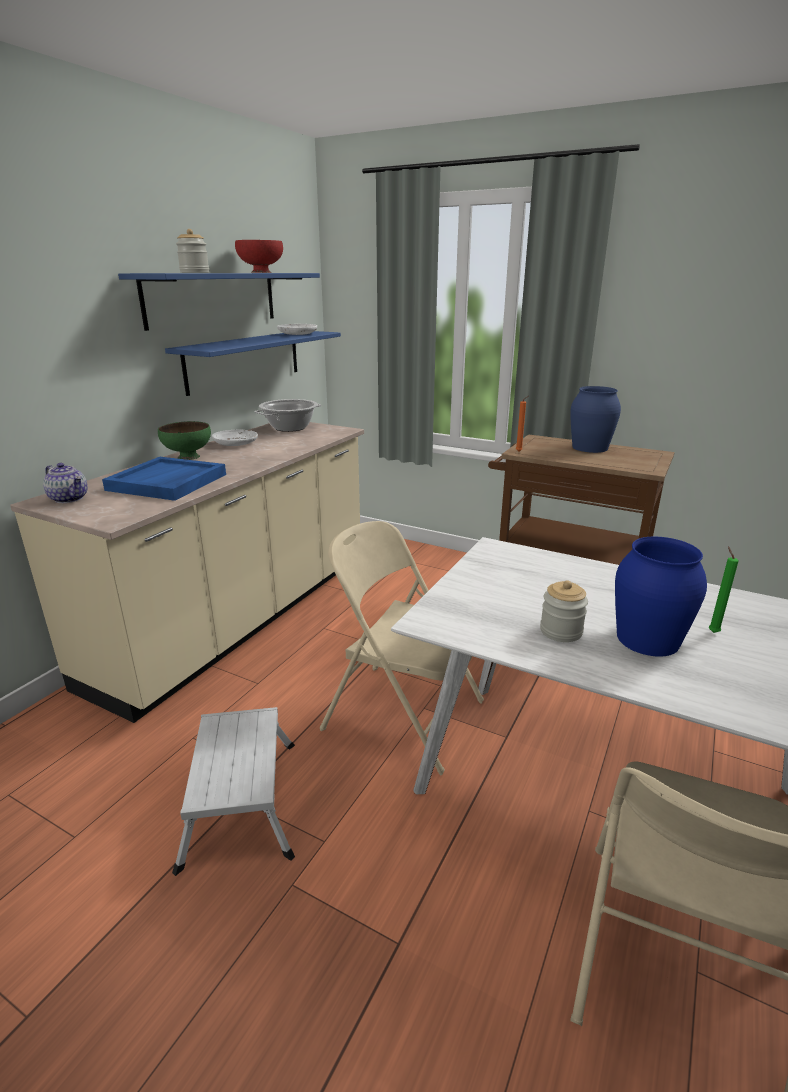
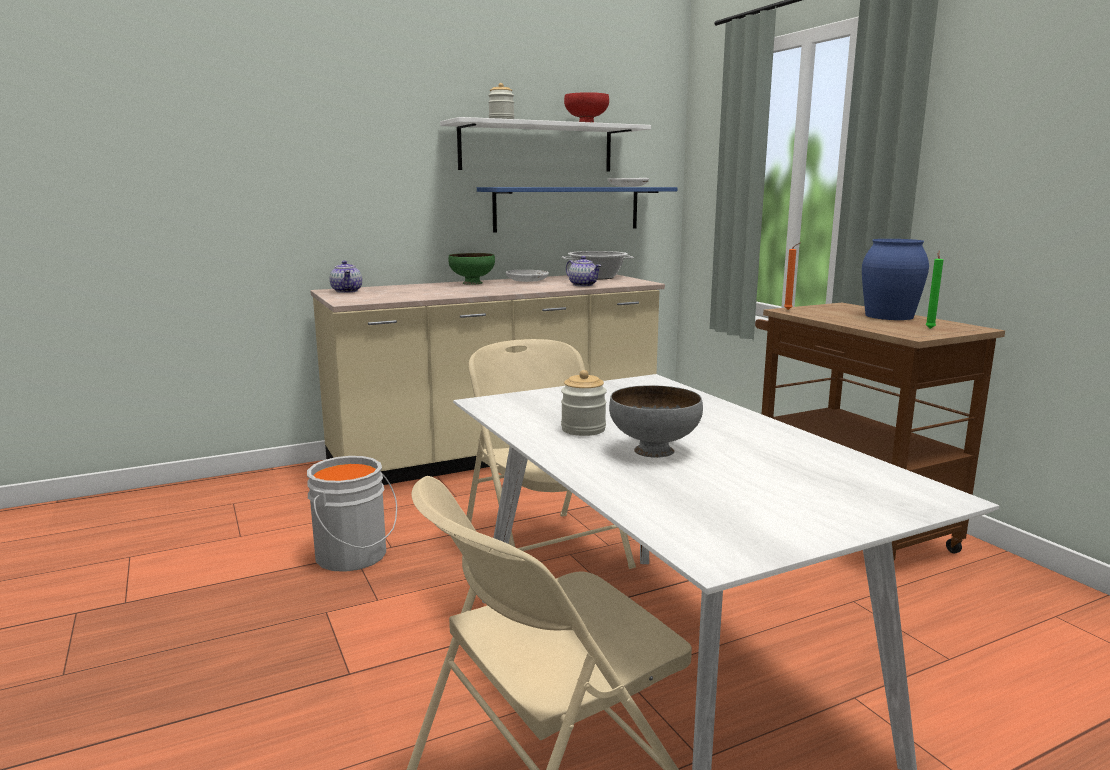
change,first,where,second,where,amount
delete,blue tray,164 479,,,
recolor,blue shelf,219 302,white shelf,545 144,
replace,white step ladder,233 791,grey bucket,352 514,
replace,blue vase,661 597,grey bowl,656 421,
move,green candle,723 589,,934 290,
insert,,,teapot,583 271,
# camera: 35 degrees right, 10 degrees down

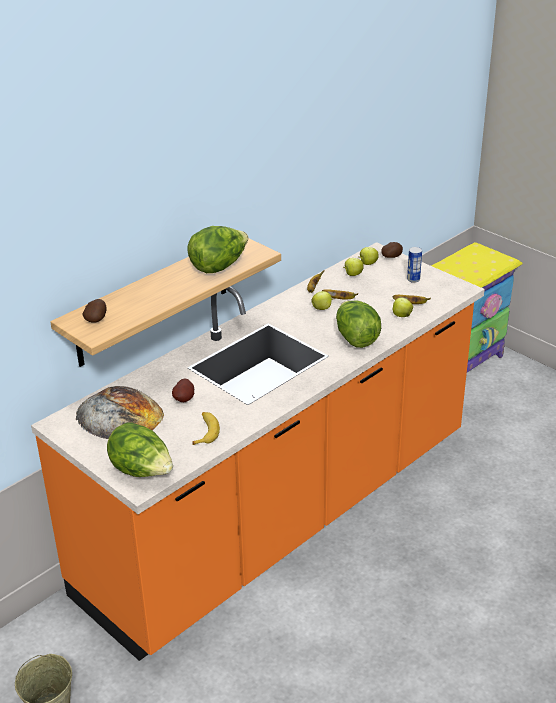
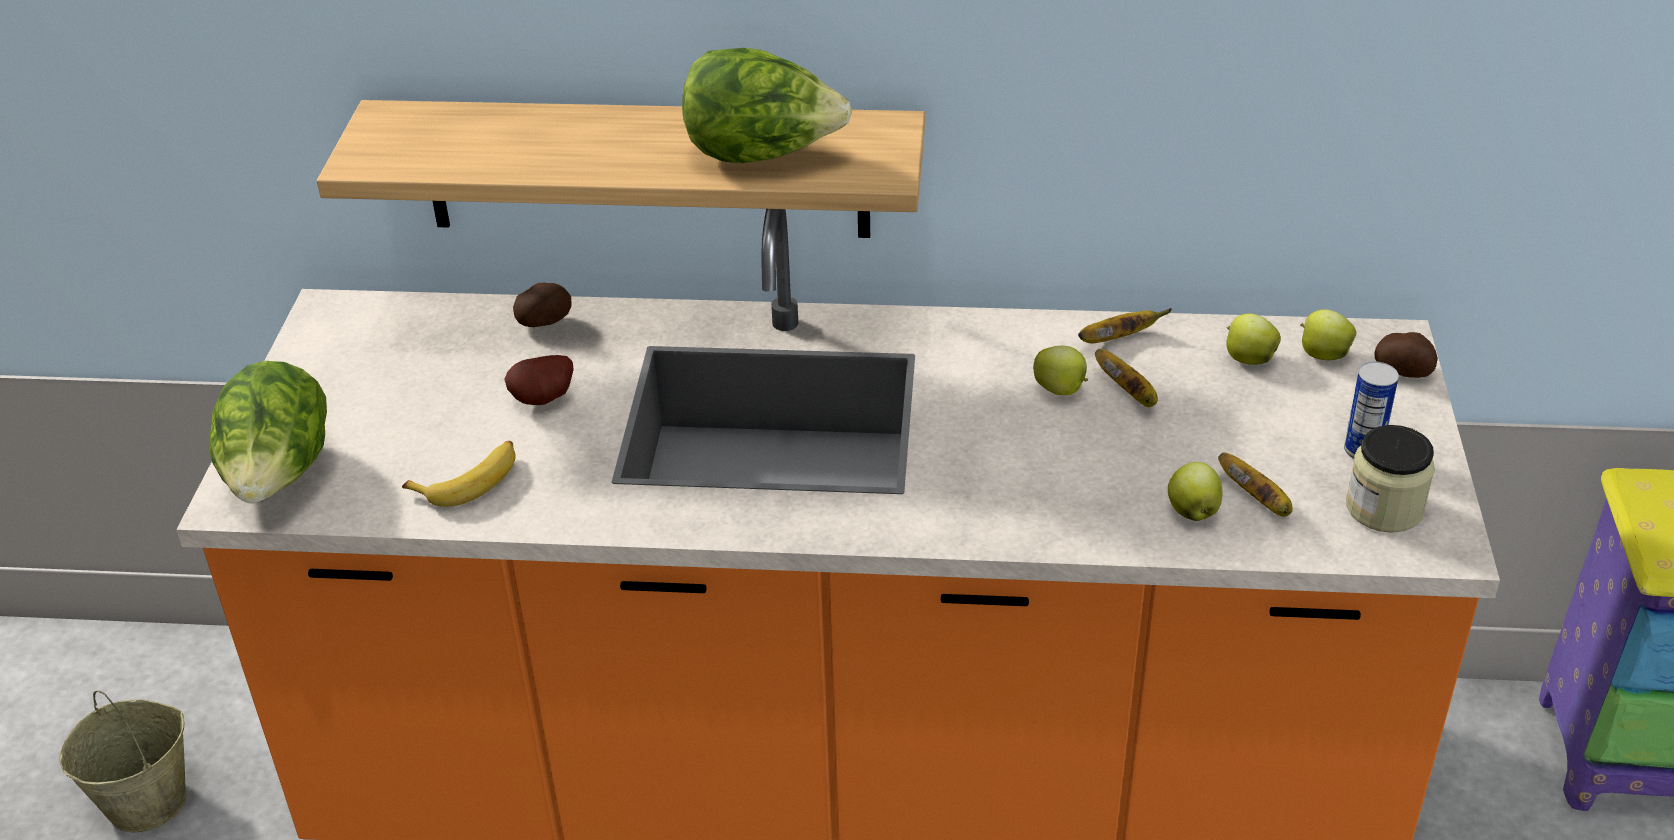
change,first,where,second,where,amount
delete,bread,120 412,,,
move,potato,94 310,,542 305,
delete,lettuce,358 324,,,
insert,,,jar,1390 479,
# camera: 50 degrees right, 5 degrees up

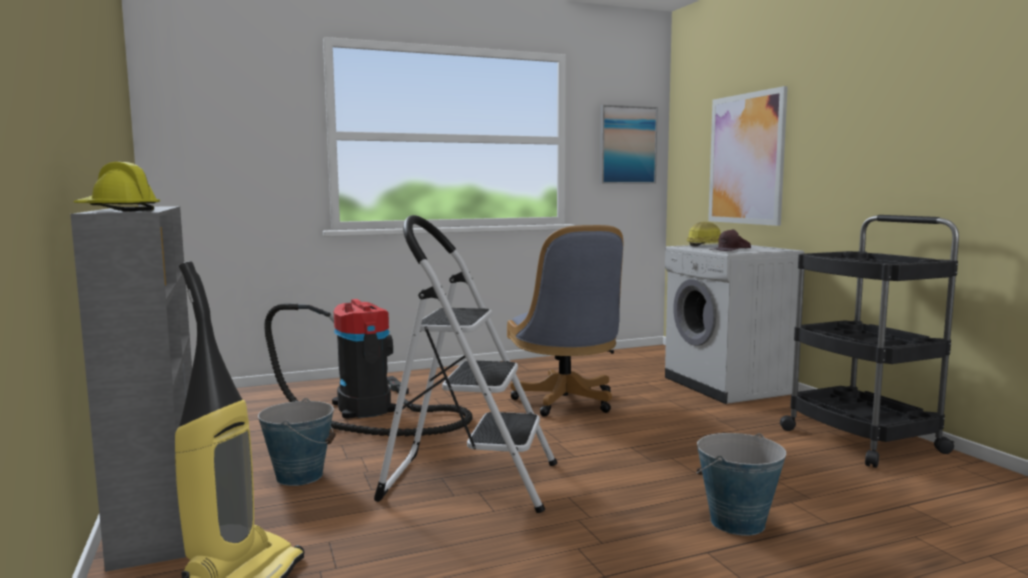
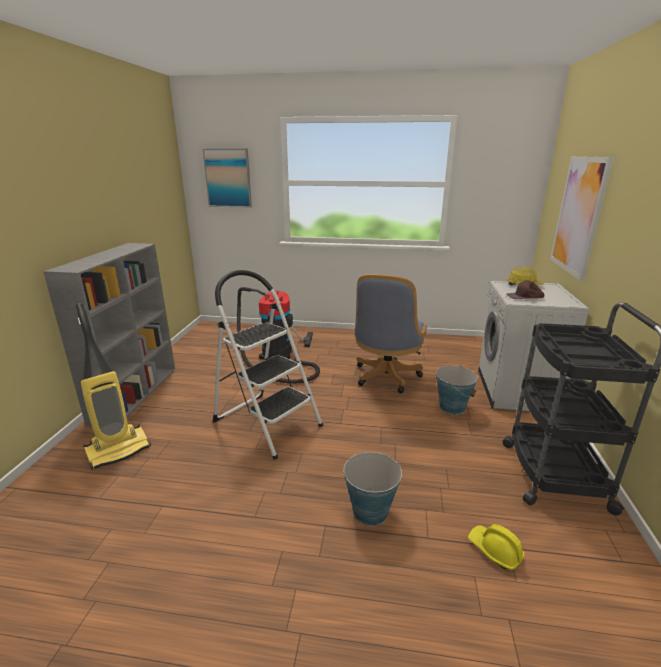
change,first,where,second,where,amount
move,yellow hard hat,117 186,,496 547,
move,bucket,297 442,,457 389,
move,picture,629 144,,227 178,
# camera: 30 degrees right, 15 degrees up

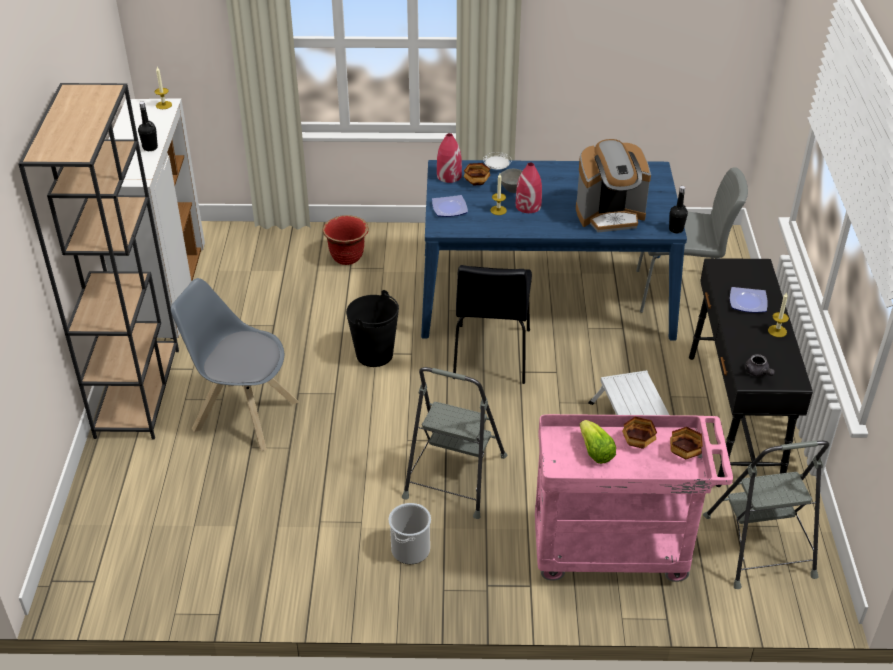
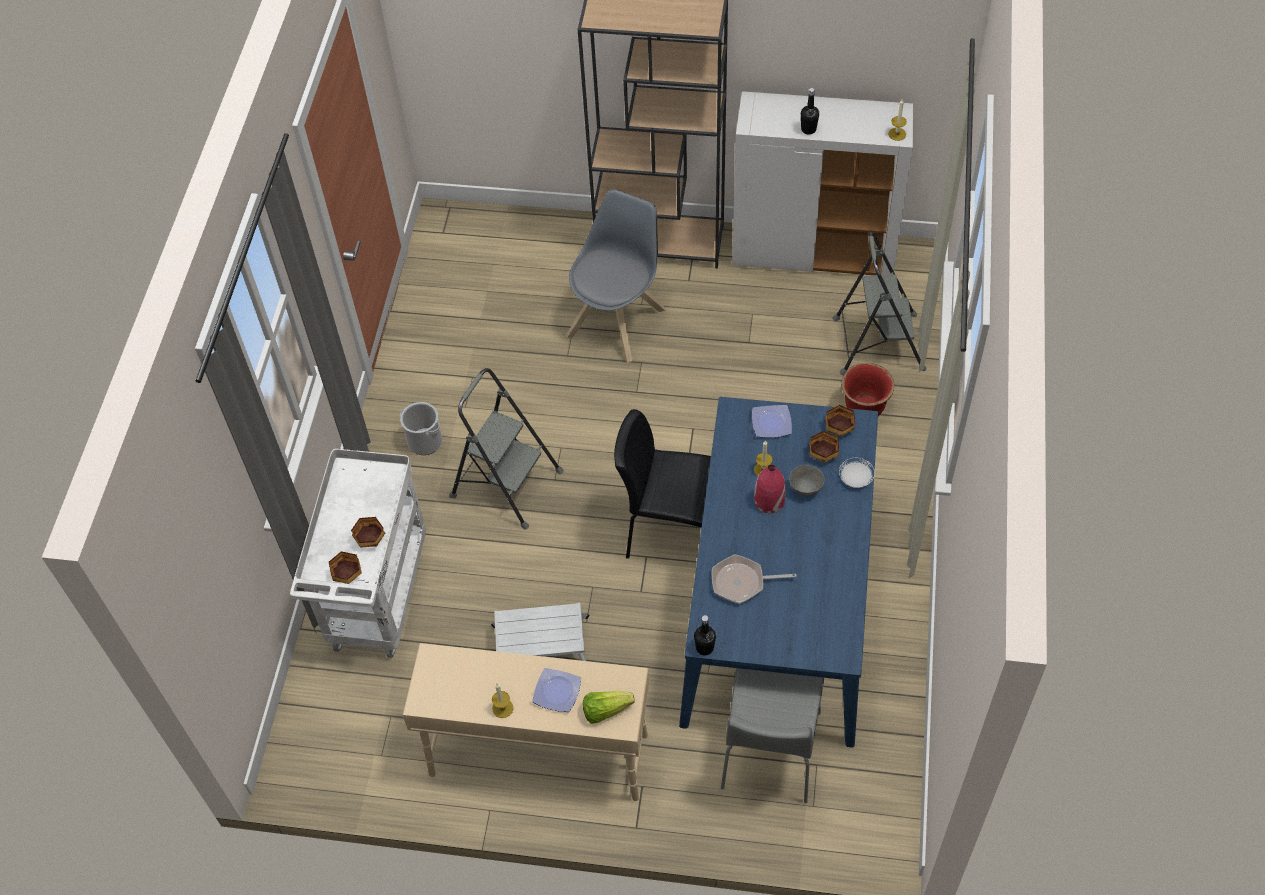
change,first,where,second,where,amount
delete,black bucket,372 328,,,
replace,red vase,449 158,bowl,840 420,
recolor,pink cart,634 498,white cart,358 553,
replace,coffee machine,613 185,frying pan,754 579,
move,lettuce,598 442,,609 707,
recolor,black console table,751 372,beige console table,525 722,
move,grey step ladder,766 515,,879 302,
delete,grey teapot,760 365,,,
# camera: 100 degrees right, 15 degrees up

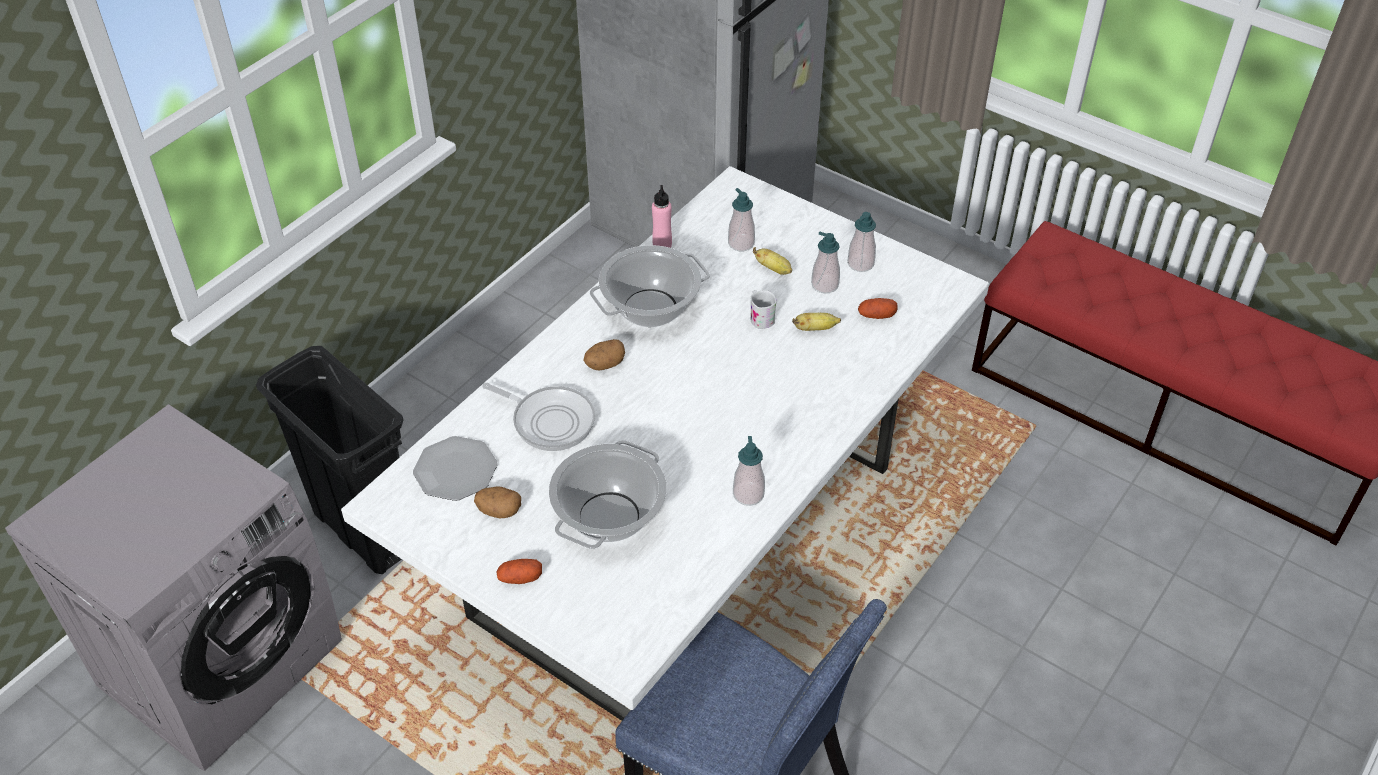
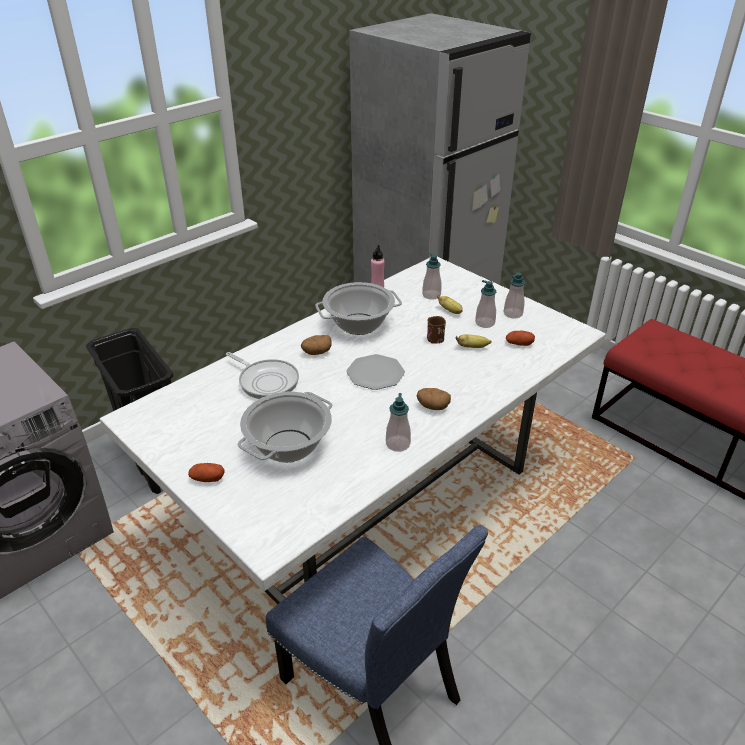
change,first,where,second,where,amount
move,plate,455 468,,375 372,
move,potato,497 502,,434 399,
recolor,white mug,763 309,brown mug,436 330,
# camera: 10 degrees right, 10 degrees down

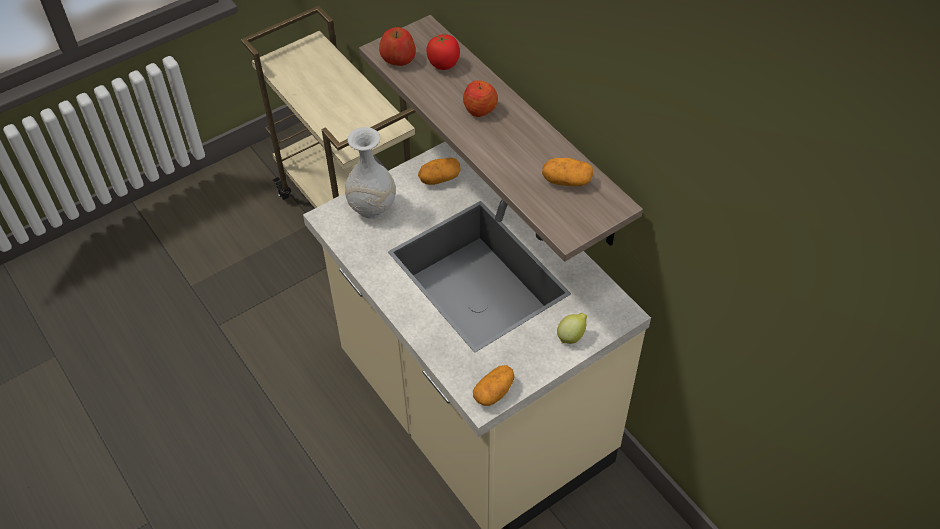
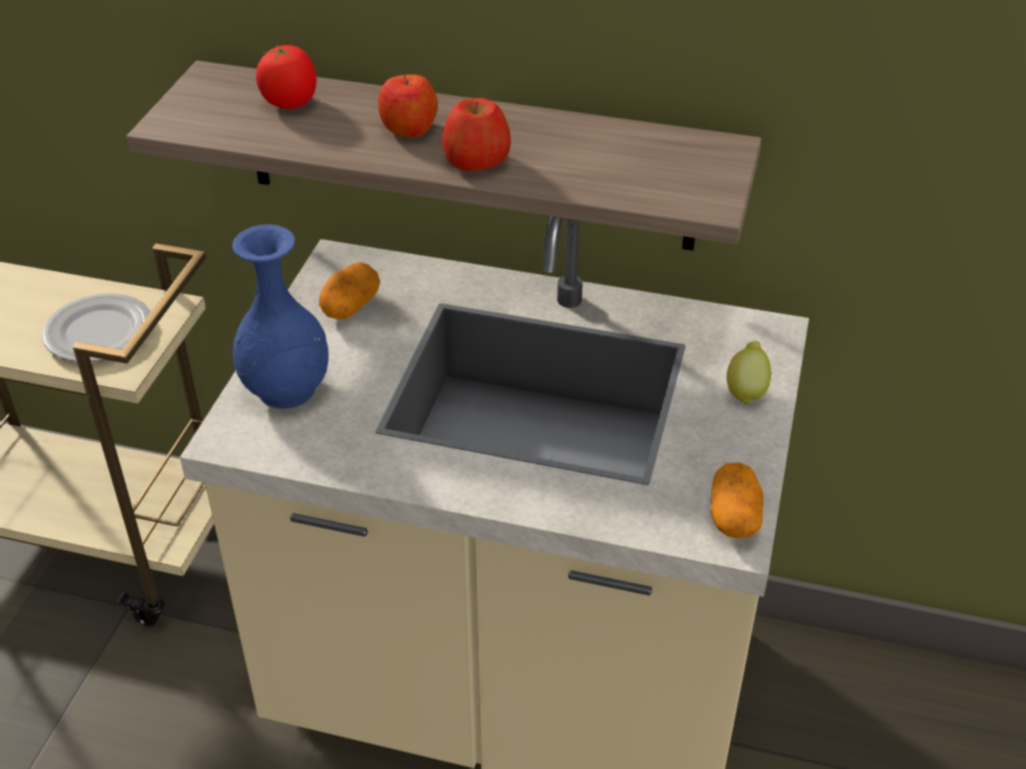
change,first,where,second,where,amount
recolor,white vase,370 173,blue vase,280 316,
move,apple,397 46,,476 134,
delete,potato,567 172,,,
insert,,,plate,96 327,
# camera: 40 degrees left, 10 degrees down

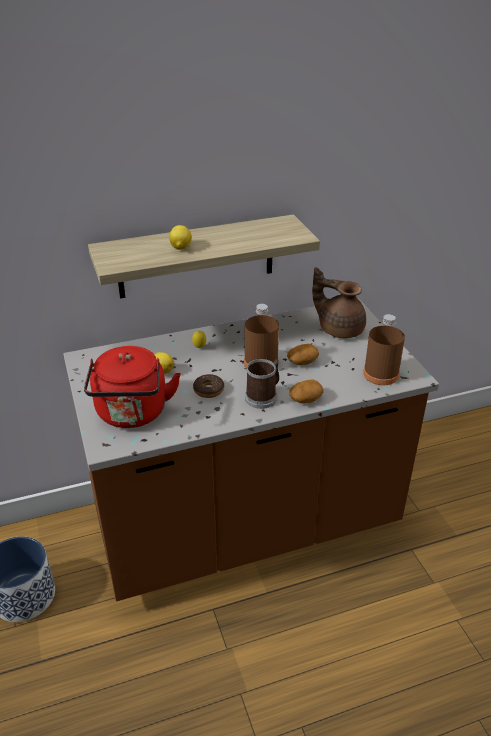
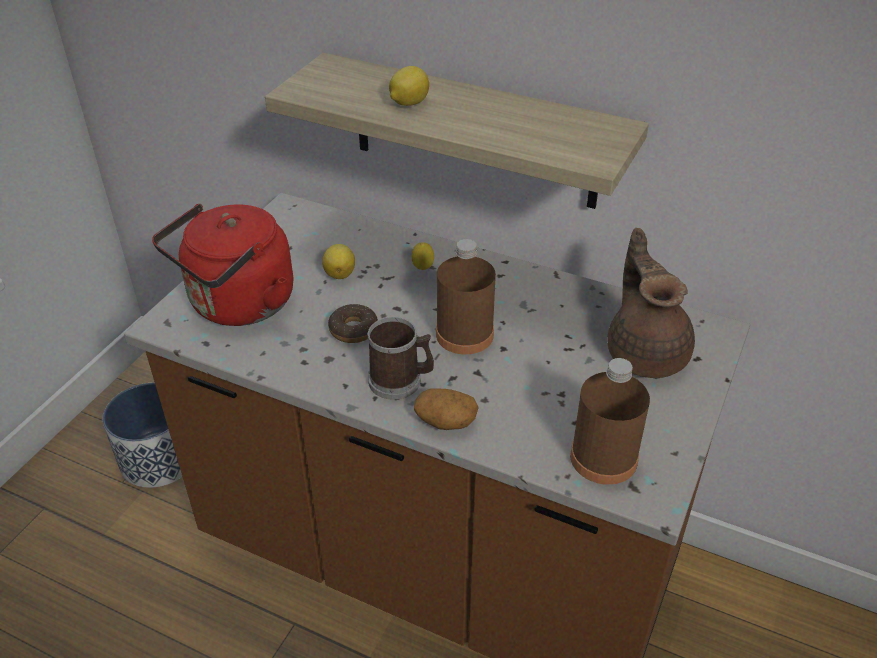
change,first,where,second,where,amount
delete,potato,303 354,,,
# camera: 45 degrees right, 5 degrees up

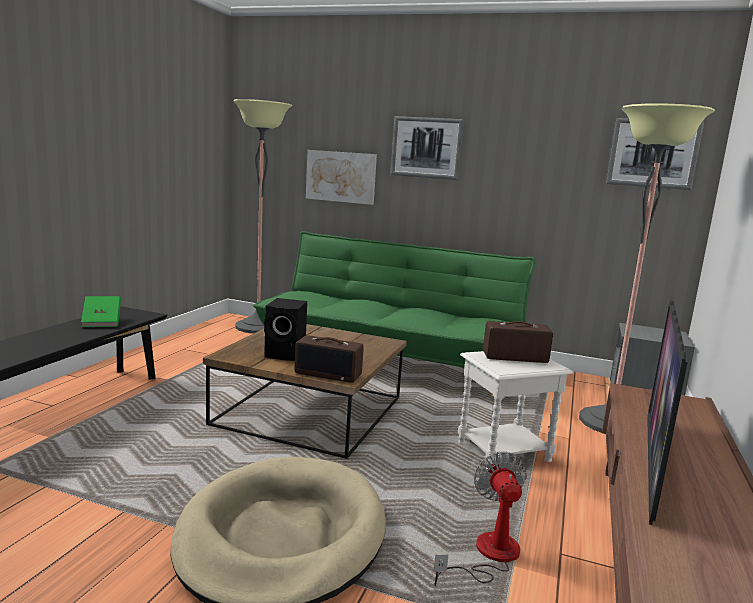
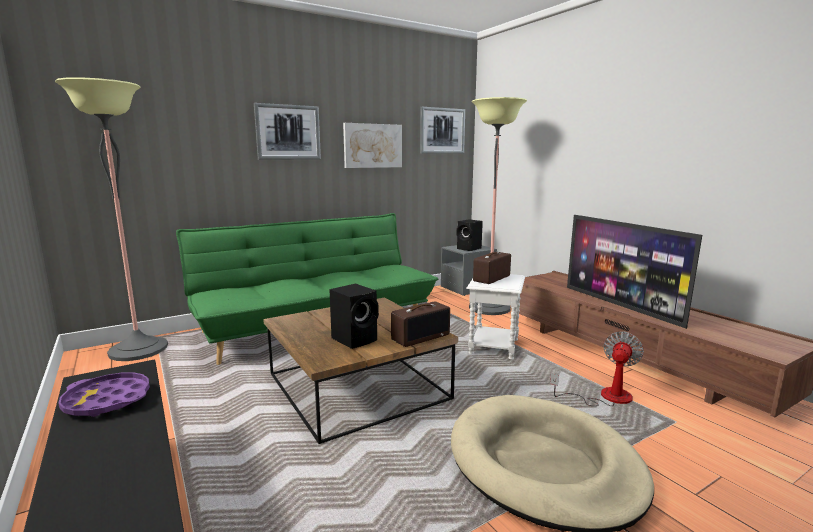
change,first,where,second,where,amount
replace,green book,101 311,purple tray,104 394,
move,picture,341 177,,372 145,
rotate,fan,480 519,,597 368,90 degrees clockwise
insert,,,black speaker,469 235,
# camera: 50 degrees left, 0 degrees up

